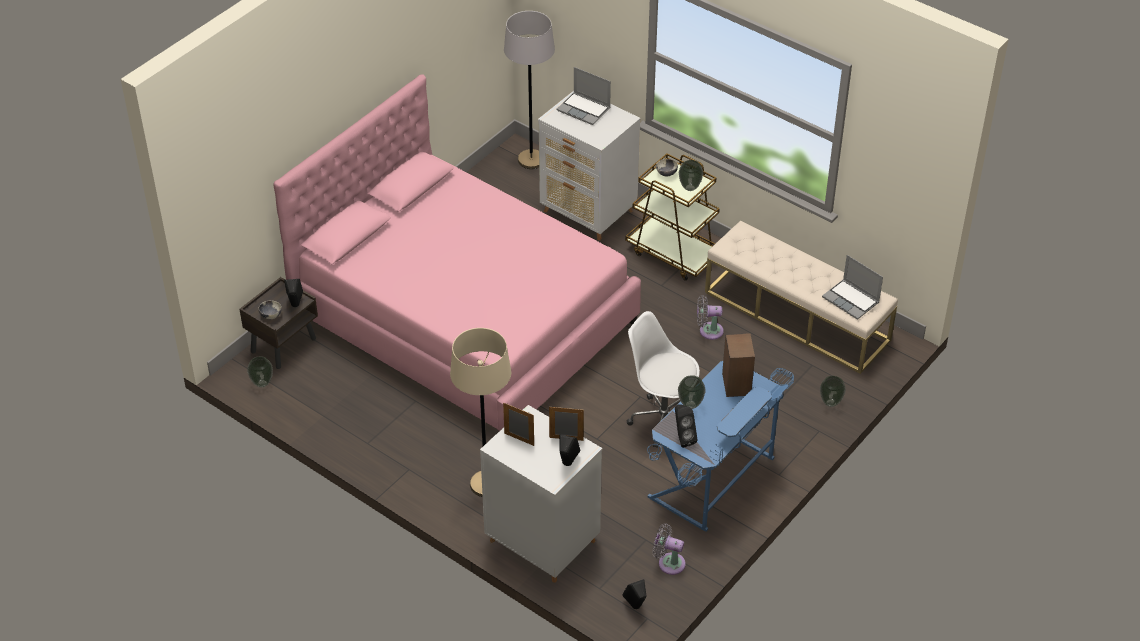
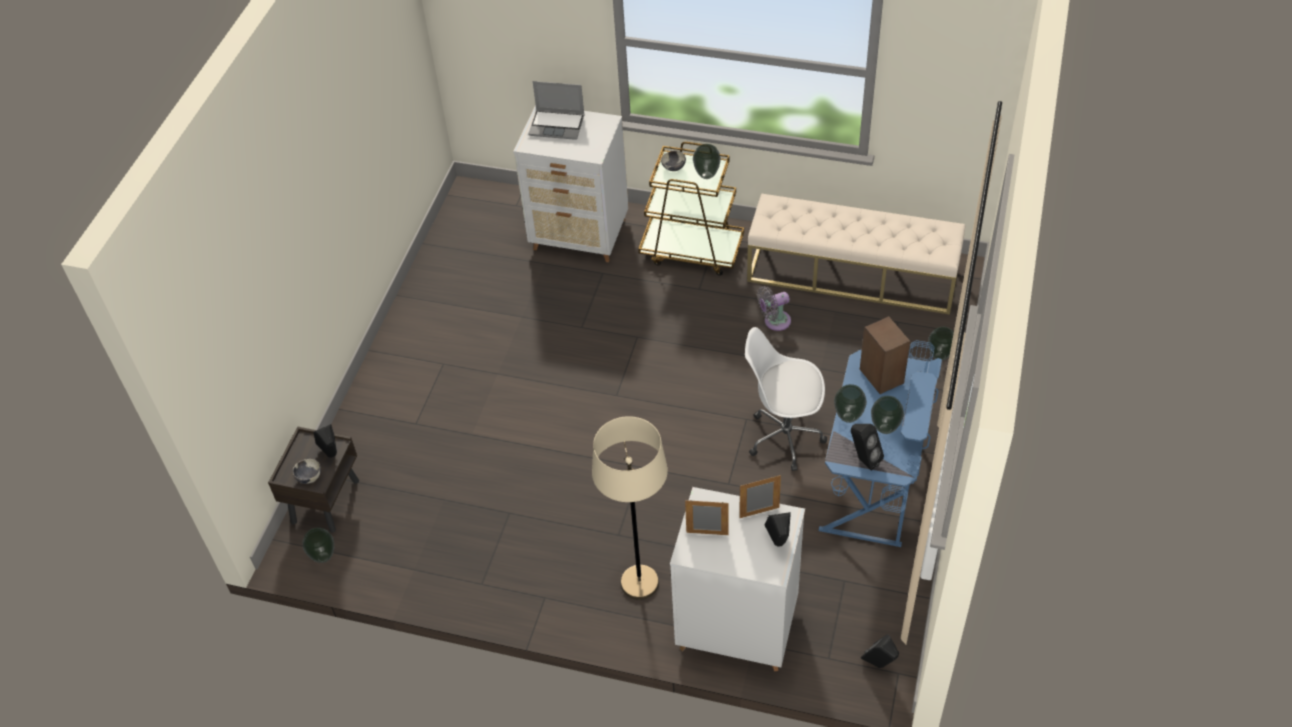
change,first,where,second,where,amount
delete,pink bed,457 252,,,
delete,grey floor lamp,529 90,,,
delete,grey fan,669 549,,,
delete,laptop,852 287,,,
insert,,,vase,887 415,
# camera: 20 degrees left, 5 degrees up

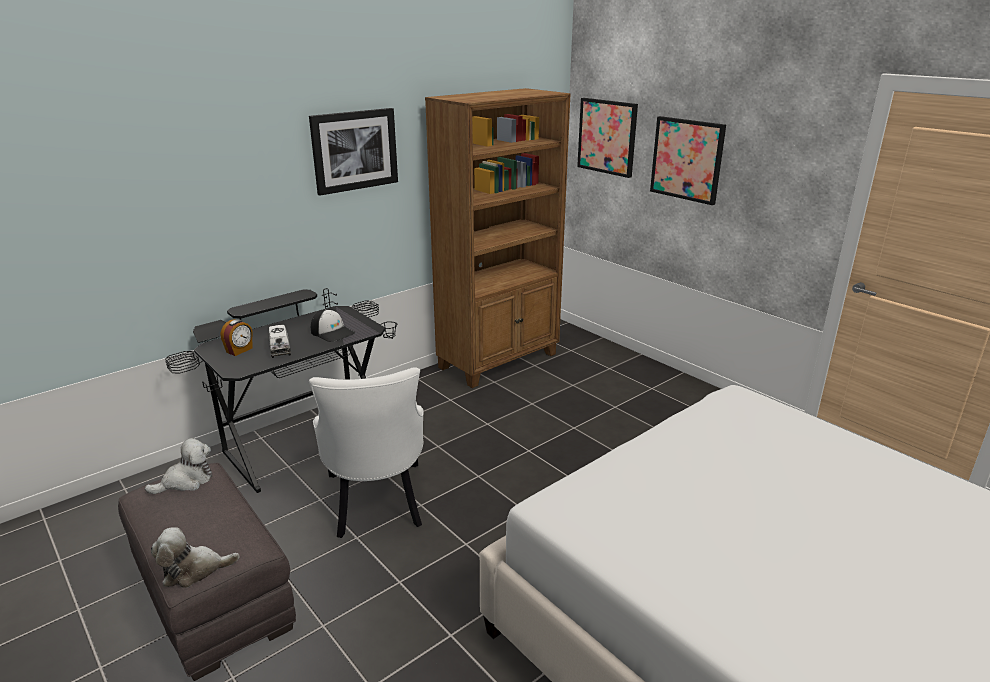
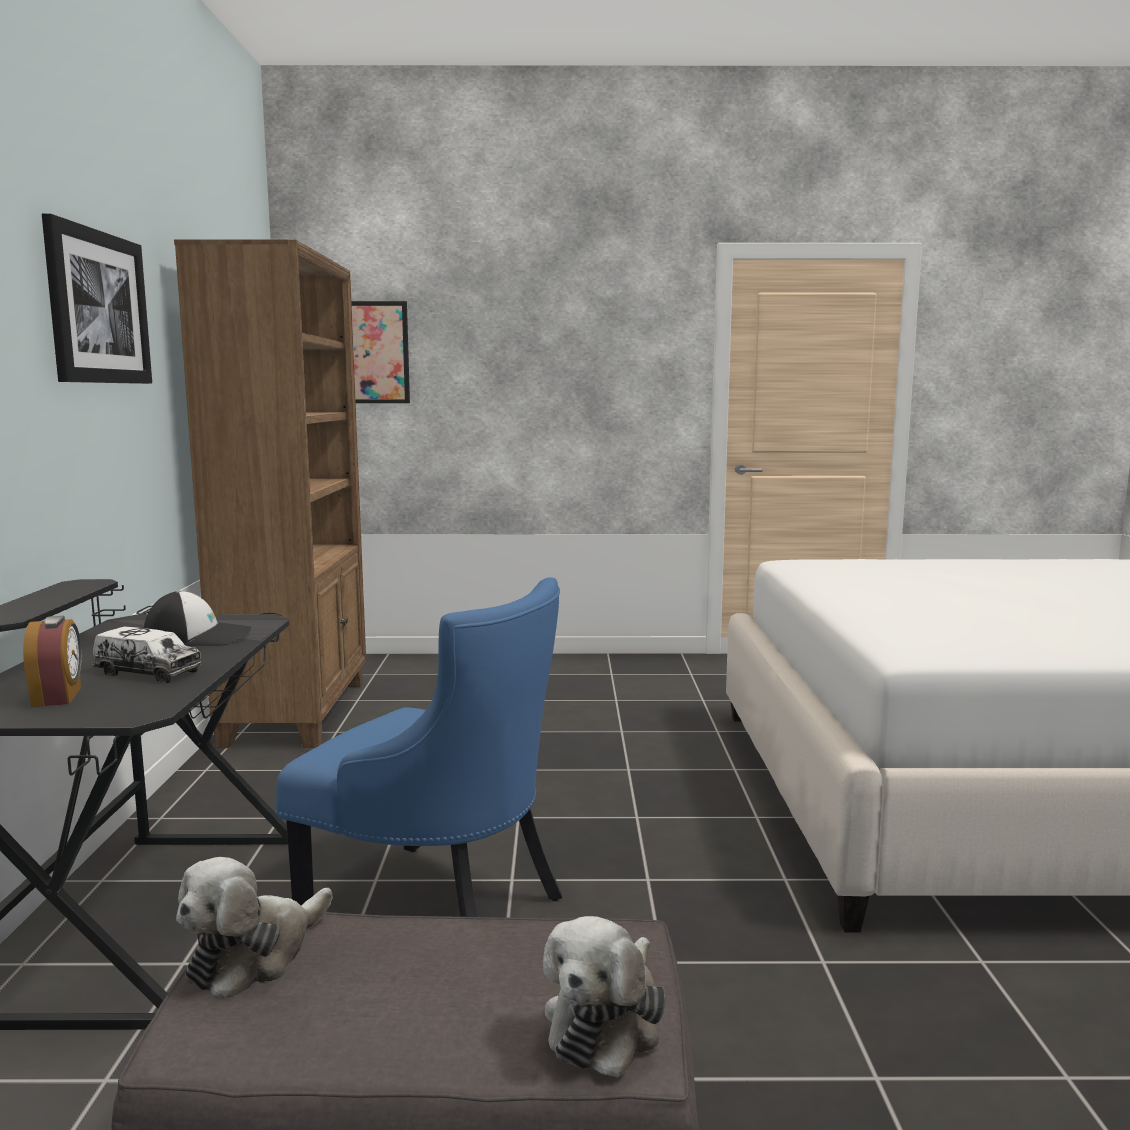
change,first,where,second,where,amount
rotate,plush toy,179 466,,254 928,150 degrees counterclockwise
recolor,white chair,366 452,blue chair,418 747,
delete,picture,688 160,,,
# camera: 50 degrees left, 15 degrees down

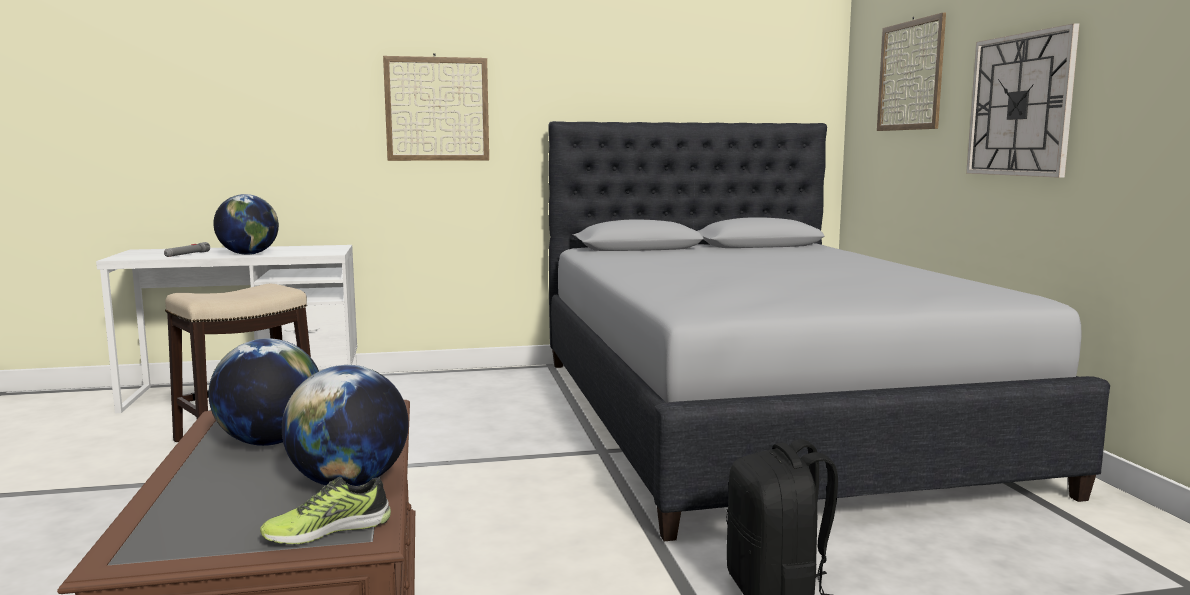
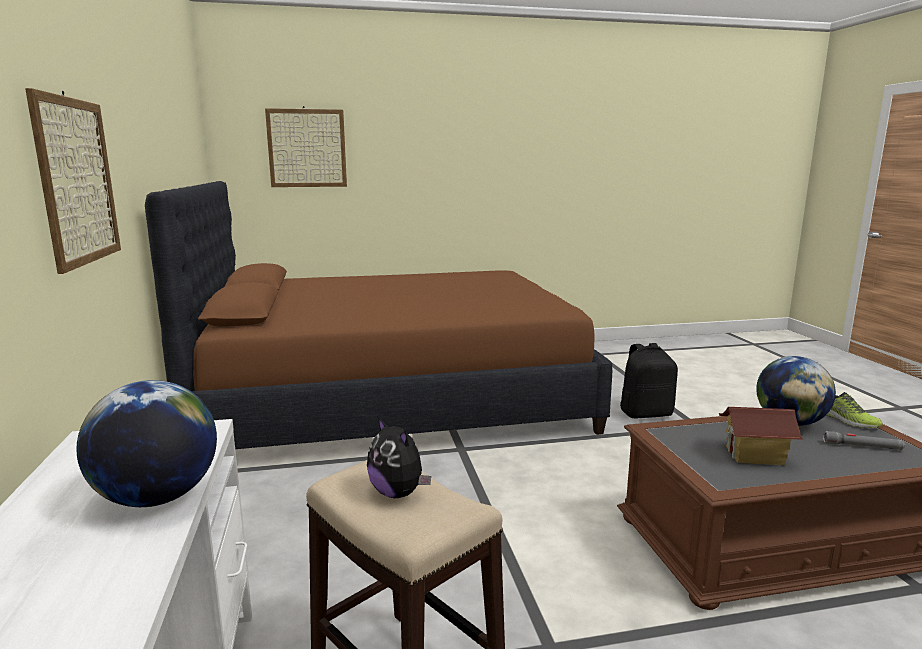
change,first,where,second,where,amount
move,grey flashlight,187 249,,864 440,
replace,globe,263 392,toy house,761 436,
recolor,grey bed,829 331,brown bed,378 315,
delete,wall clock,1022 100,,,
insert,,,plush toy,399 457,
# camera: 90 degrees left, 5 degrees up

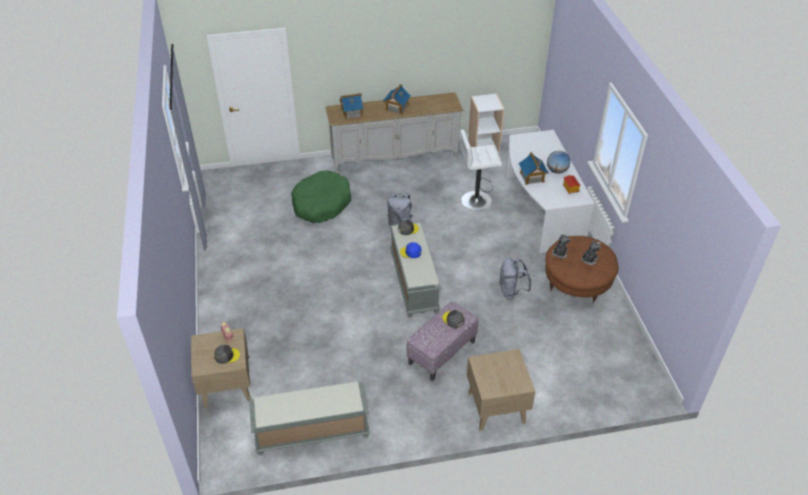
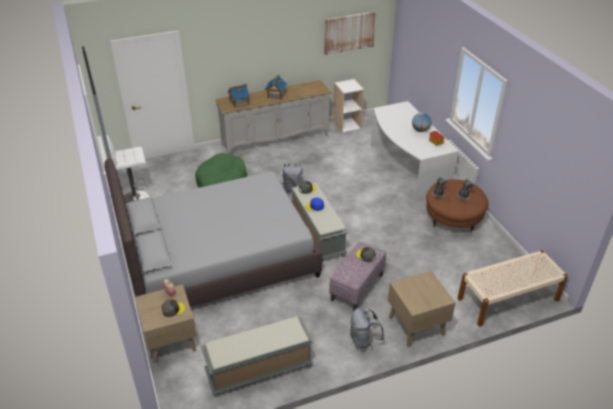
change,first,where,second,where,amount
move,white stool,481 170,,127 169,
move,grey backpack,515 279,,367 329,
delete,toy house,534 168,,,
insert,,,grey bed,213 232,
insert,,,picture,350 33,
insert,,,beige bench,512 288,
# camera: 10 degrees left, 5 degrees down

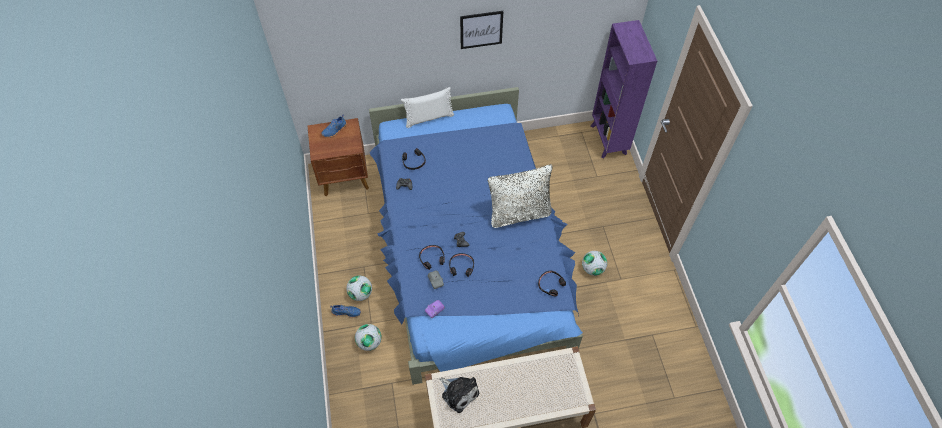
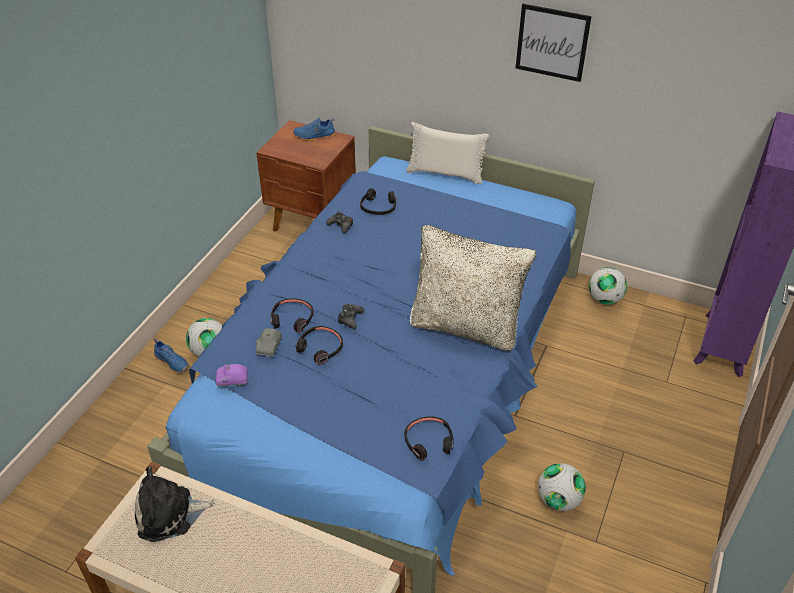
change,first,where,second,where,amount
move,football,368 337,,608 286,
rotate,plush toy,459 395,,175 504,90 degrees clockwise
# camera: 35 degrees right, 15 degrees down

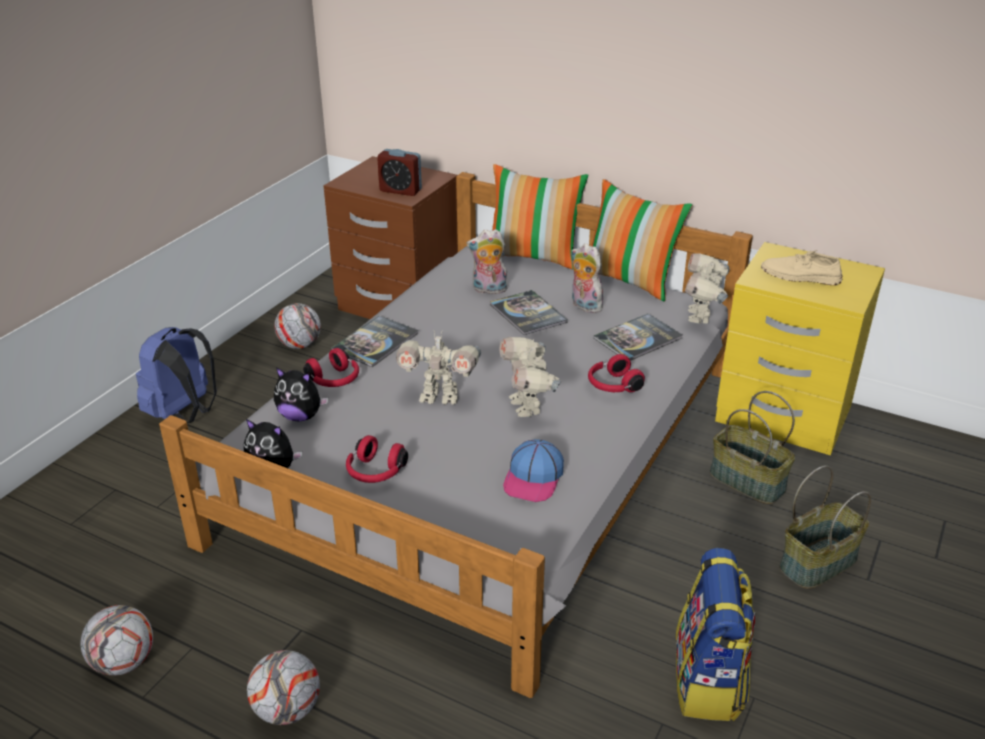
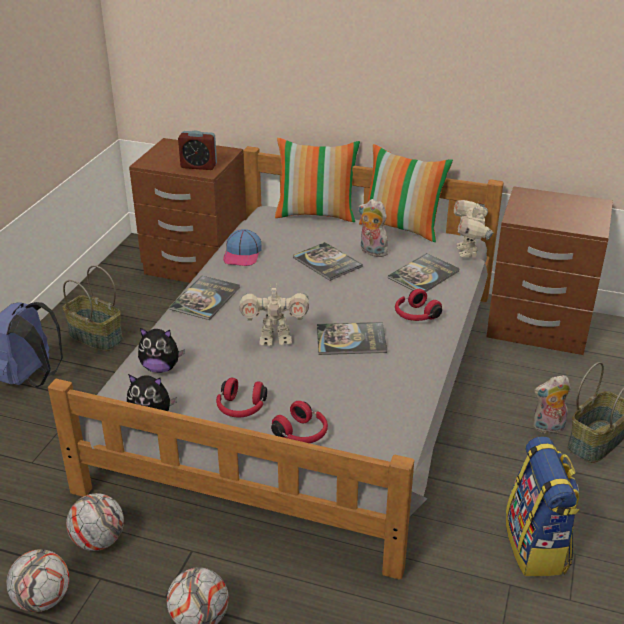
change,first,where,second,where,amount
move,football,297 326,,95 522,
move,red headphones,331 367,,299 422,
move,plush toy,487 261,,552 404,
replace,toy robot,530 377,book,352 338,
move,cap,533 470,,242 247,
move,basket,752 447,,93 308,
recolor,yellow nightstand,800 349,brown nightstand,549 270,
delete,beige shoe,801 267,,,
# camera: 10 degrees left, 0 degrees up

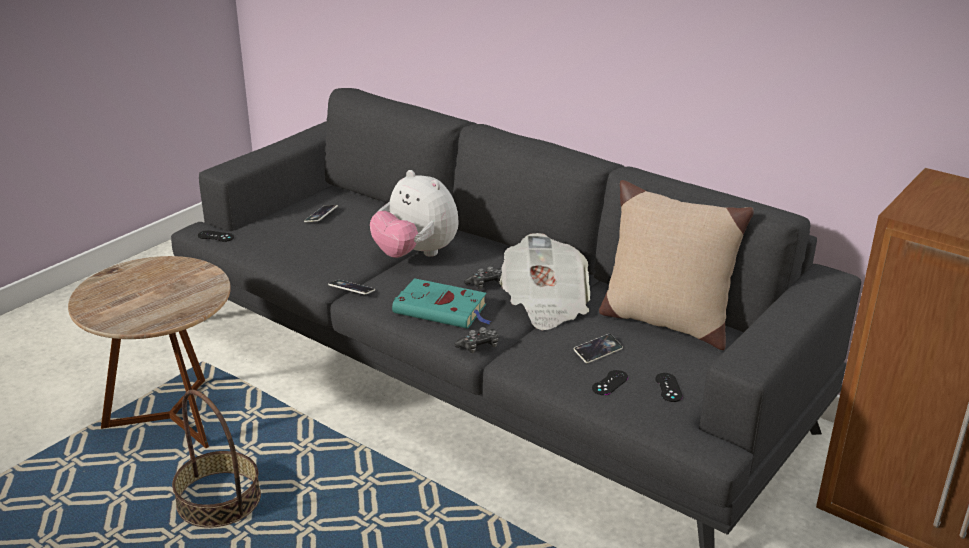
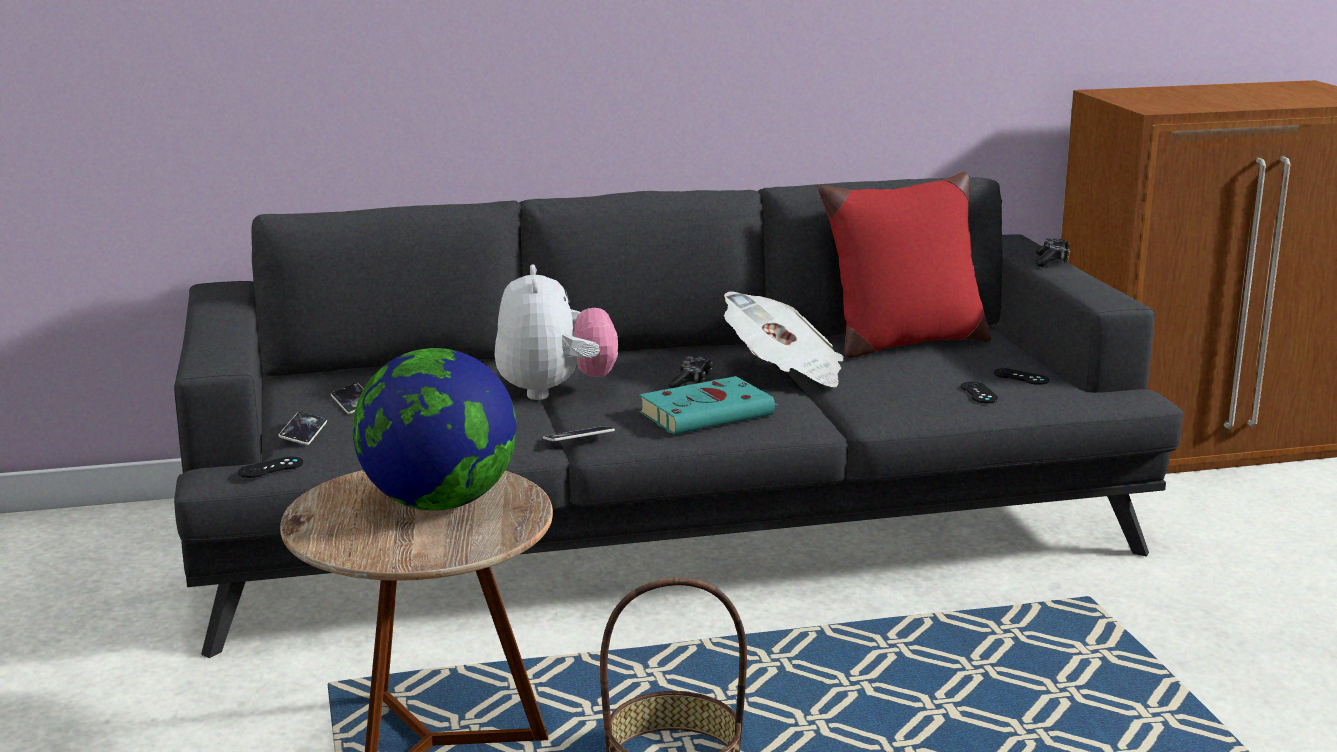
change,first,where,second,where,amount
rotate,plush toy,414 214,,556 332,90 degrees counterclockwise
move,game controller,476 340,,1052 252,
move,phone,598 348,,302 428,
recolor,beige pillow,676 265,red pillow,904 265,
insert,,,globe,435 429,
# camera: 50 degrees left, 10 degrees down

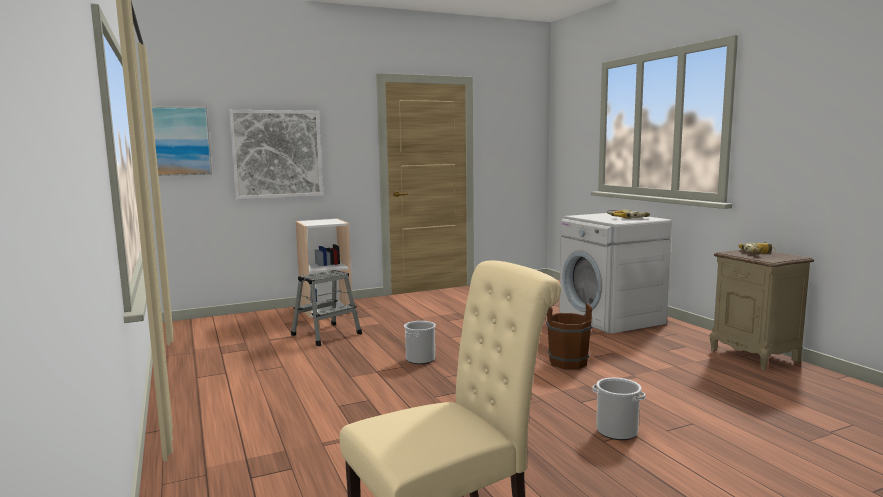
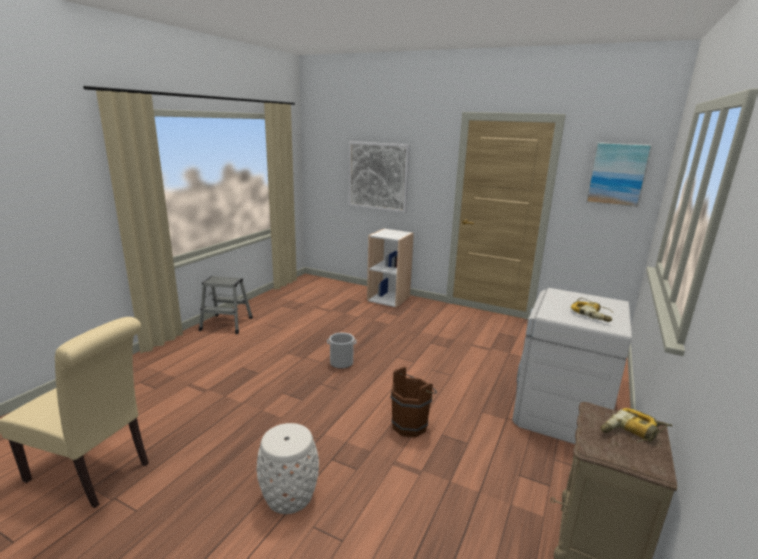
change,first,where,second,where,amount
move,picture,182 141,,619 174,
move,grey step ladder,326 308,,226 305,
replace,bucket,619 409,white stool,288 468,
# camera: 50 degrees right, 10 degrees up

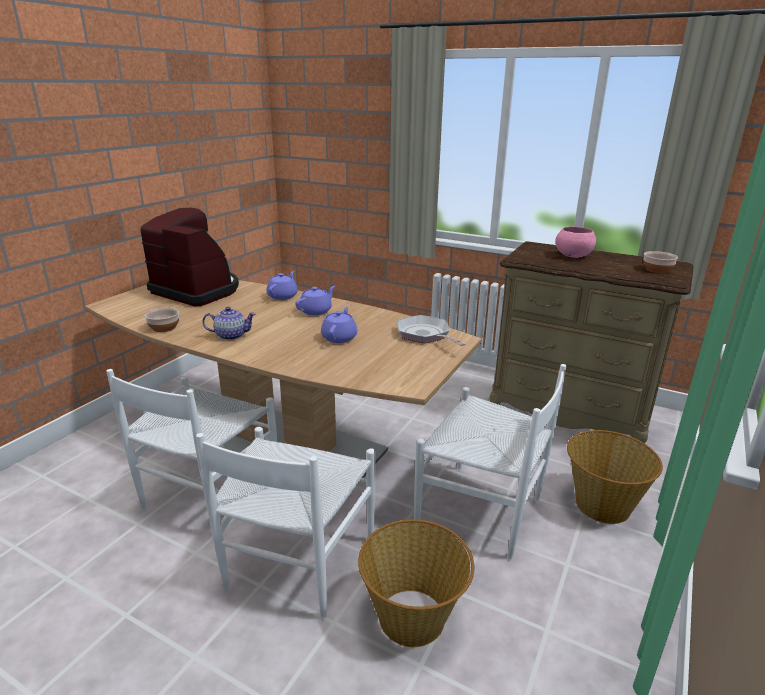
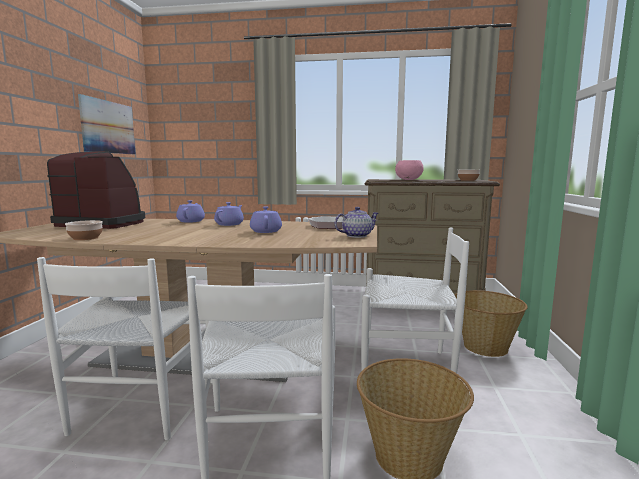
change,first,where,second,where,amount
move,teapot,229 323,,357 222,
insert,,,picture,107 124,
# camera: 20 degrees left, 15 degrees down

